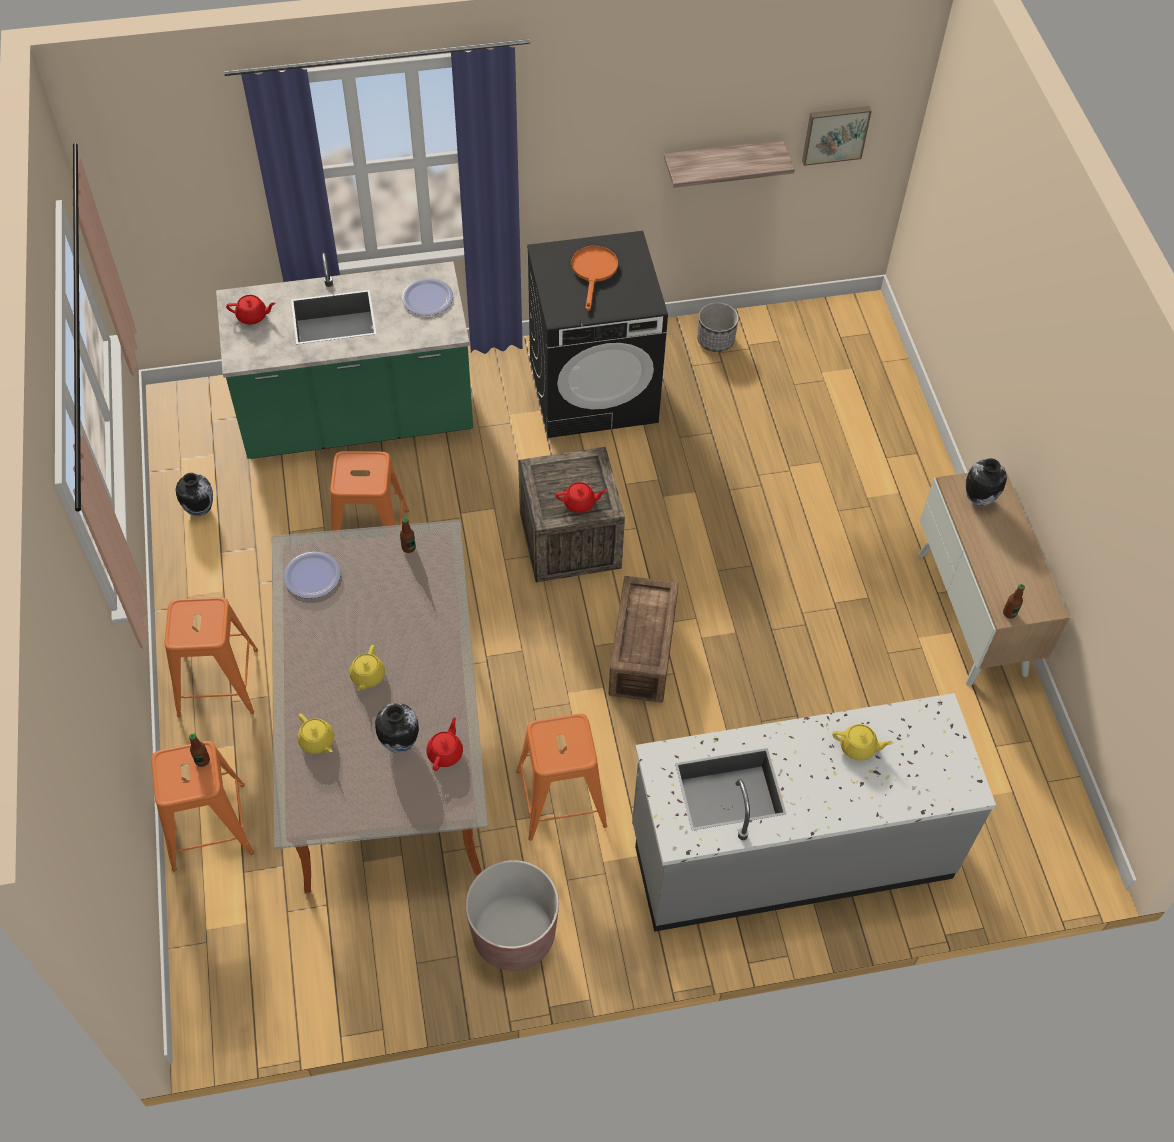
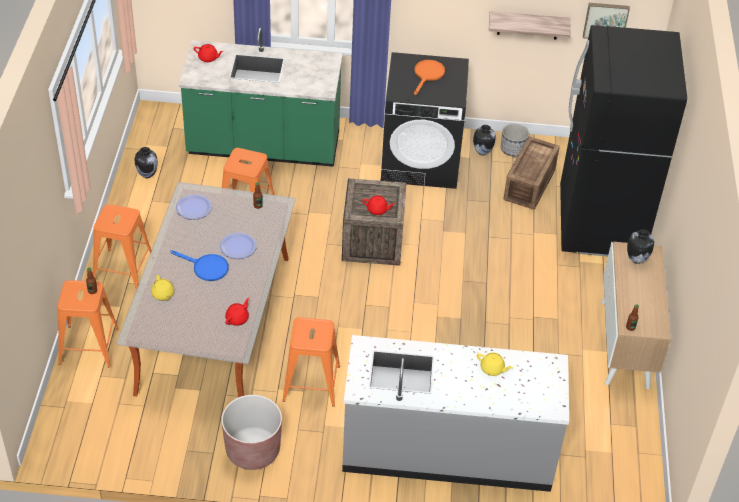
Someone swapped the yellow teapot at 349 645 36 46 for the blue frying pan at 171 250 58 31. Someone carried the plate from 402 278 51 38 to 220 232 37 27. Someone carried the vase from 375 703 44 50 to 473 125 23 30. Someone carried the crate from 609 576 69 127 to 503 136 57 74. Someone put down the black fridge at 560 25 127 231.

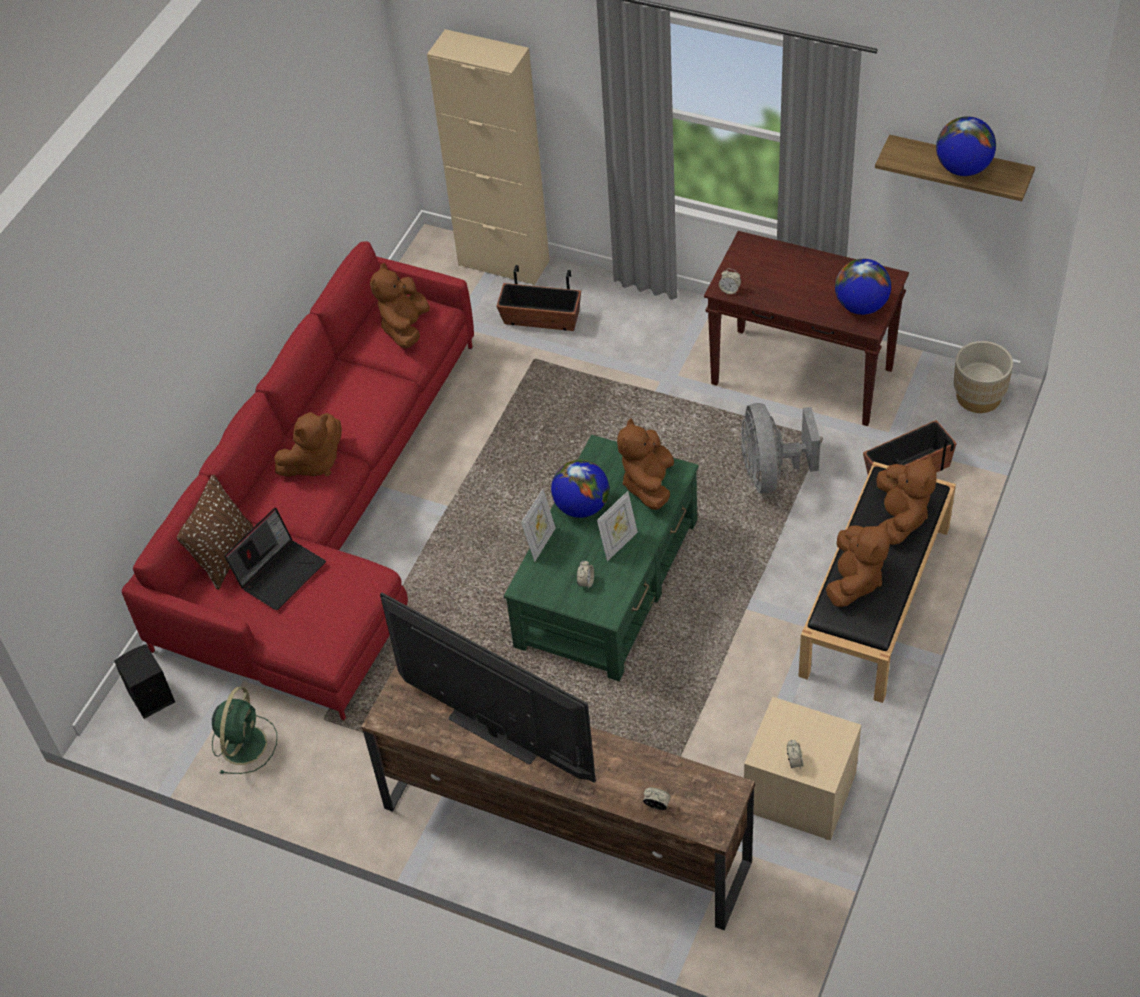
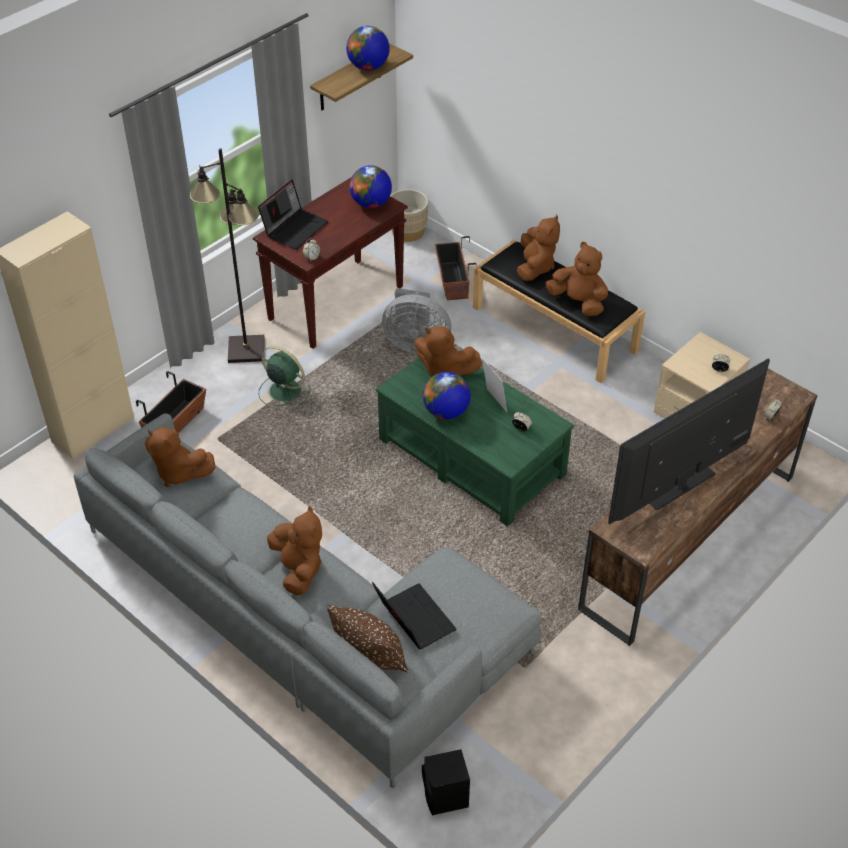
Someone repainted the red sofa at 122 241 352 479, which became the grey sofa at 74 413 467 375. Someone put down the black floor lamp at 190 148 75 215. Someone put down the laptop at 258 180 70 69. Someone carried the green fan from 212 687 65 87 to 259 346 52 60. Someone rotated the brown plush toy at 877 454 59 91 by 75 degrees clockwise. Someone took away the picture frame at 521 489 35 73.

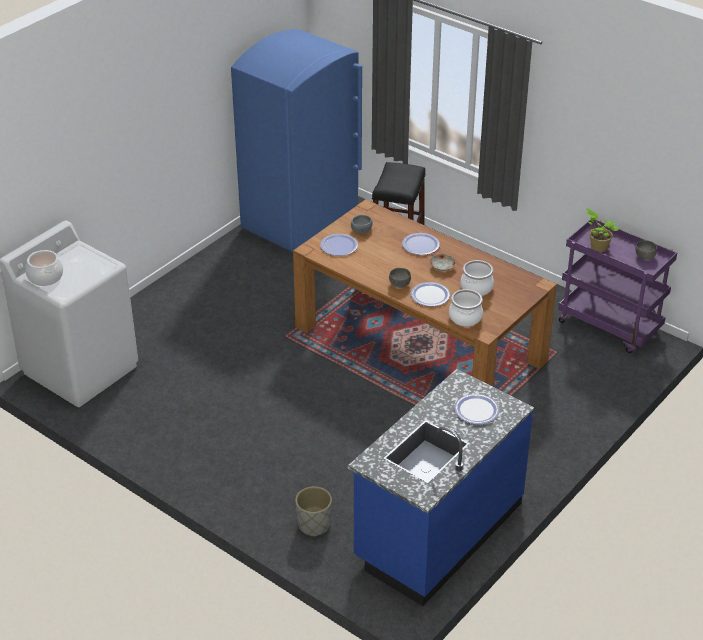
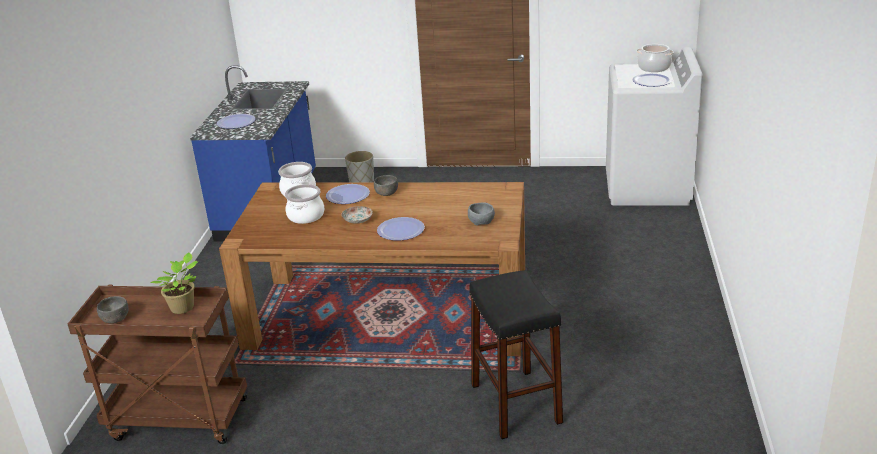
Someone repainted the purple cart at 558 219 119 134, which became the brown cart at 68 285 179 159. Someone carried the plate from 320 234 38 22 to 633 73 39 14. Someone took away the blue fridge at 231 29 131 223.

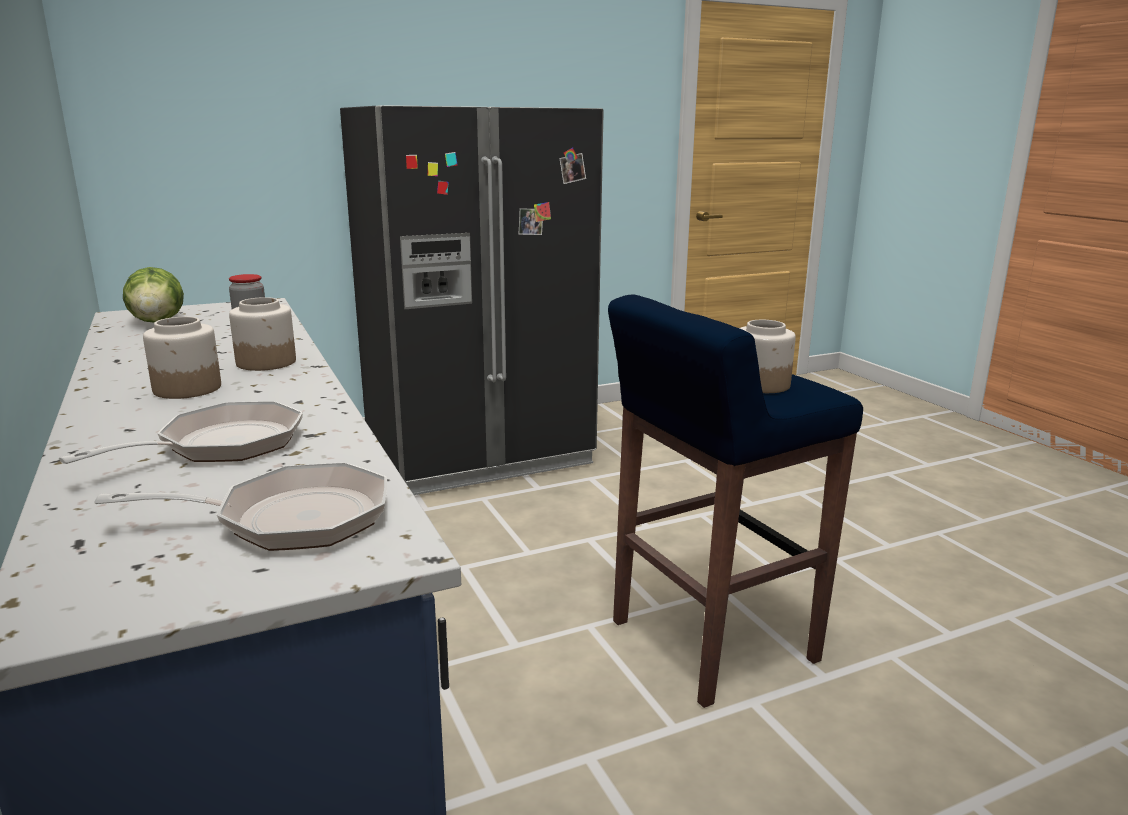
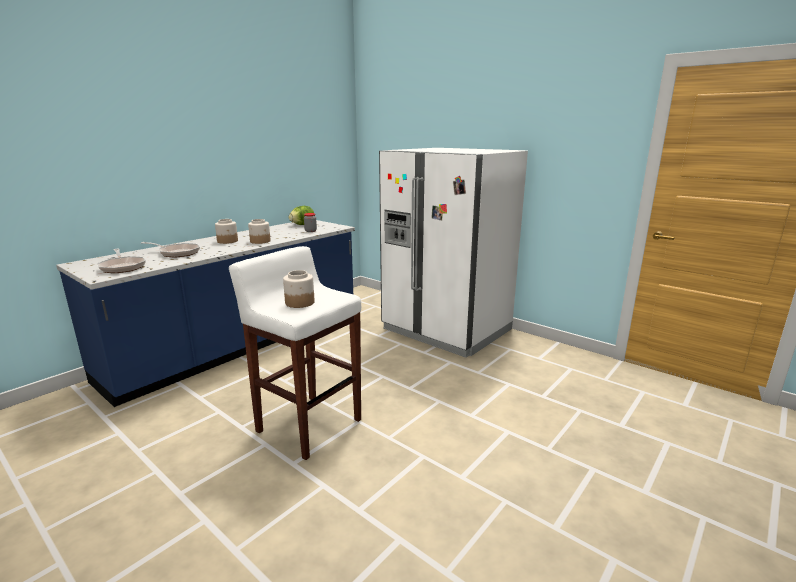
Someone repainted the blue stool at 608 295 255 413, which became the white stool at 229 246 132 214. Someone repainted the black fridge at 340 105 264 390, which became the white fridge at 379 148 149 210.

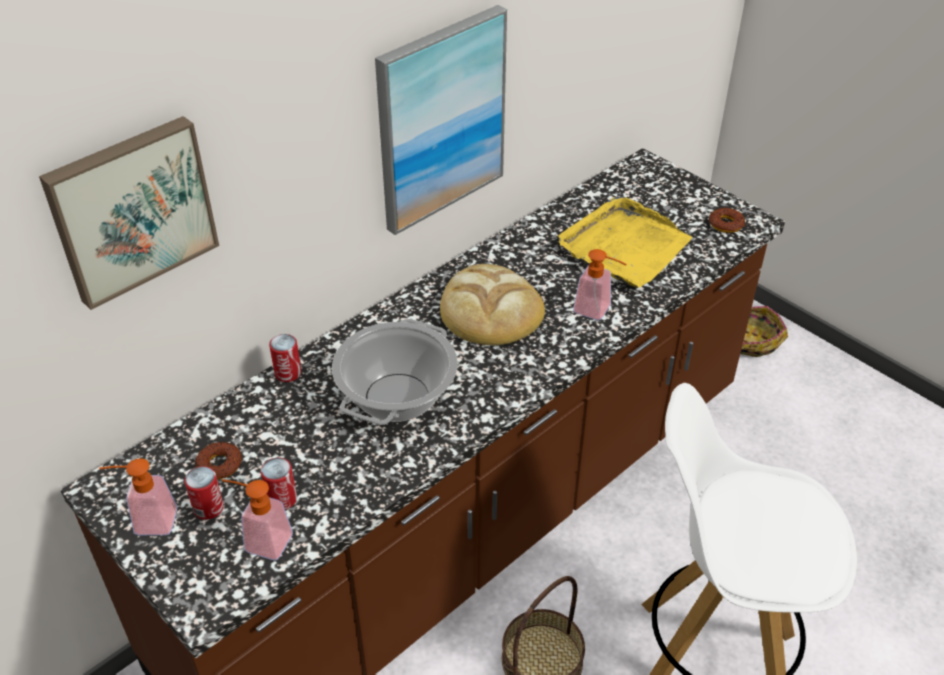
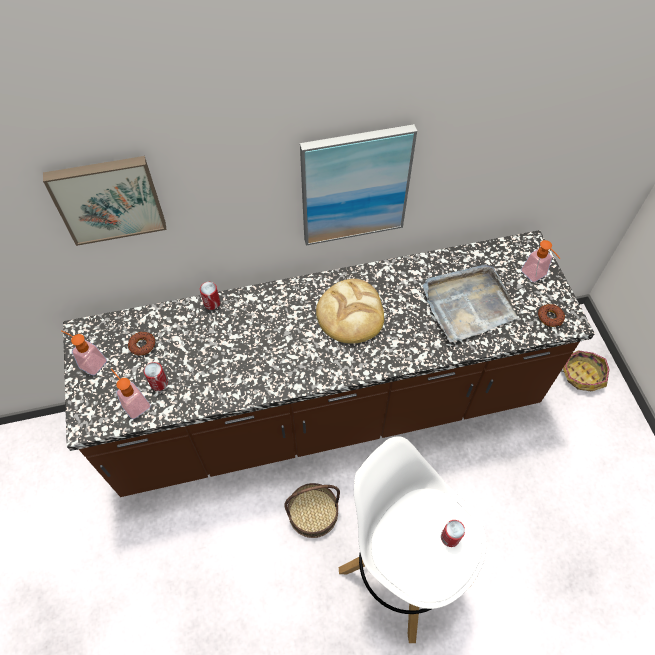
Someone repainted the yellow tray at 558 197 134 91, which became the grey tray at 423 265 95 77. Someone carried the can from 184 466 40 54 to 441 520 24 27. Someone carried the soap dispenser from 573 249 54 71 to 521 240 39 42. Someone took away the cooking pot at 332 319 126 106.

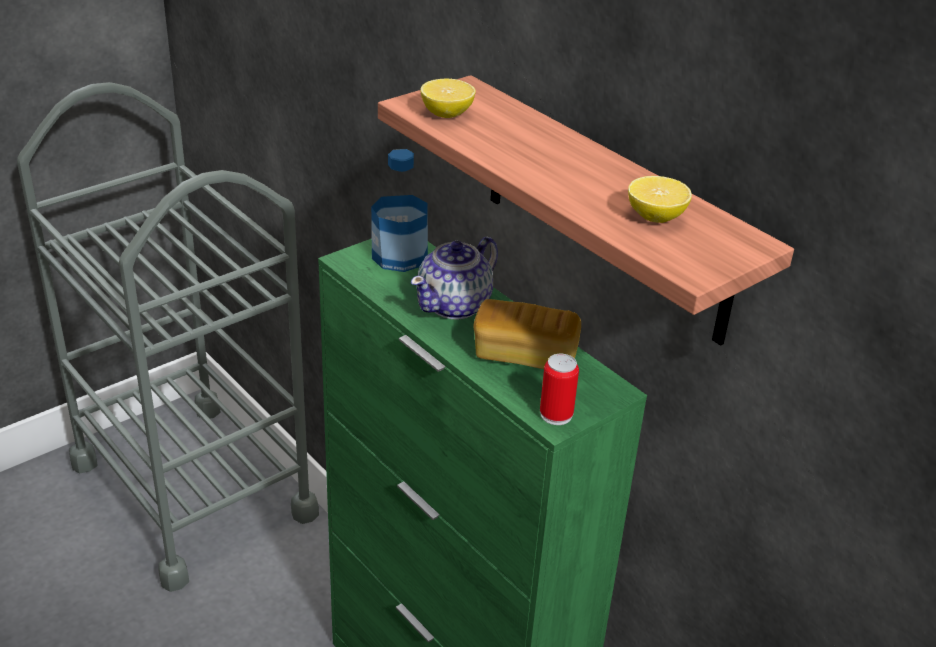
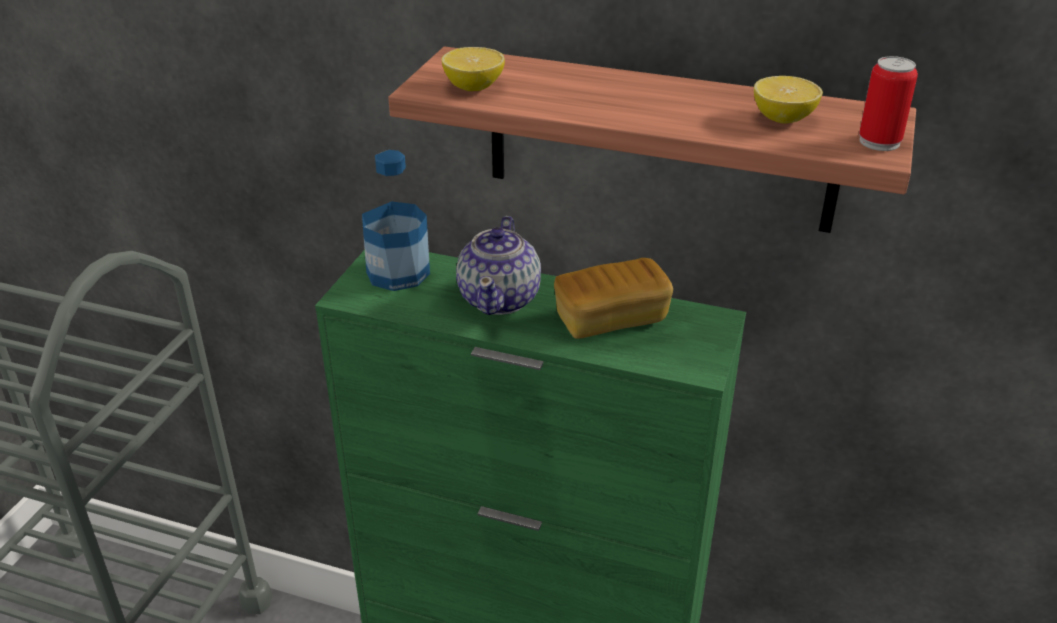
Someone carried the can from 540 354 39 71 to 859 56 59 95.

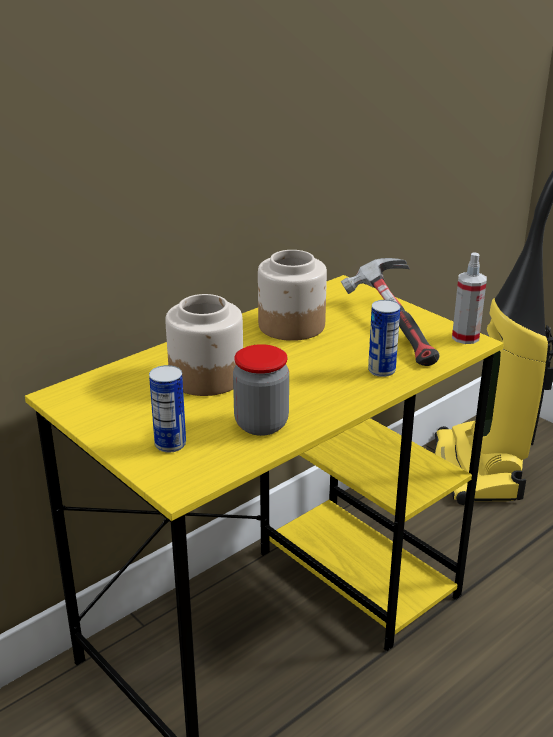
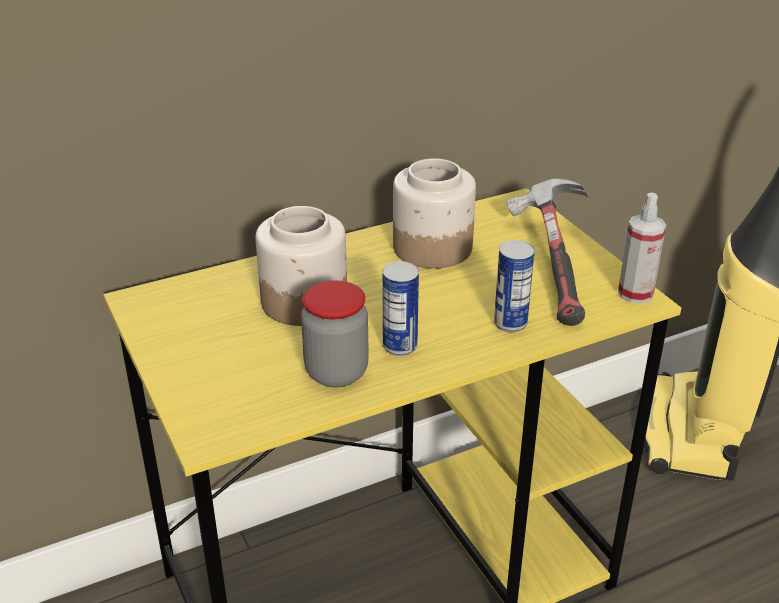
Someone carried the can from 149 365 37 87 to 383 261 36 95.

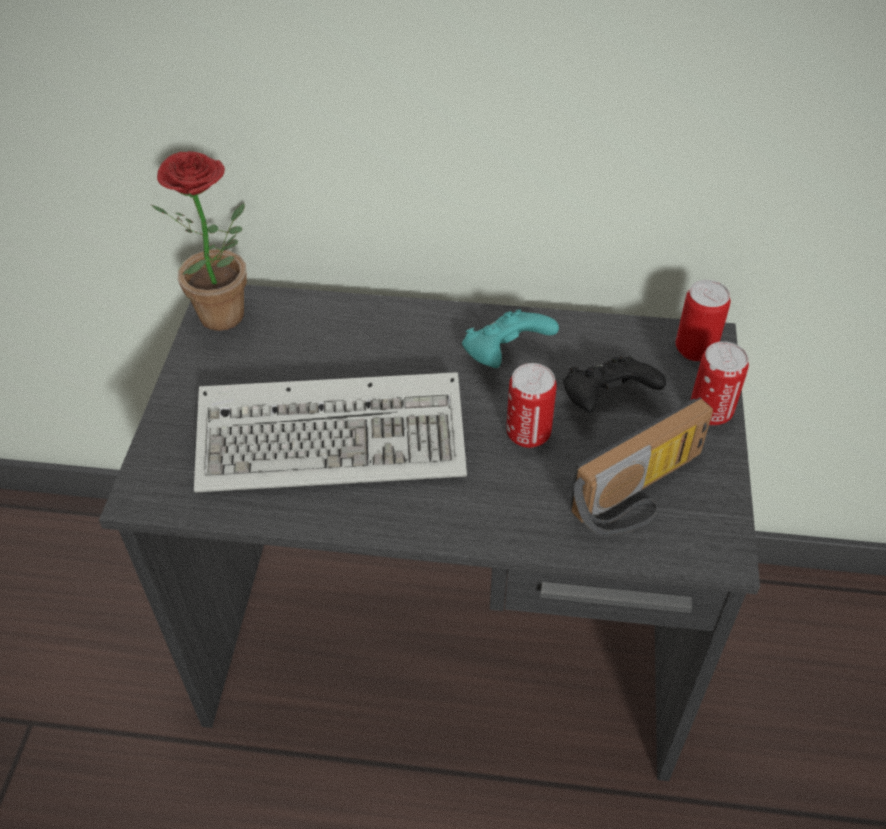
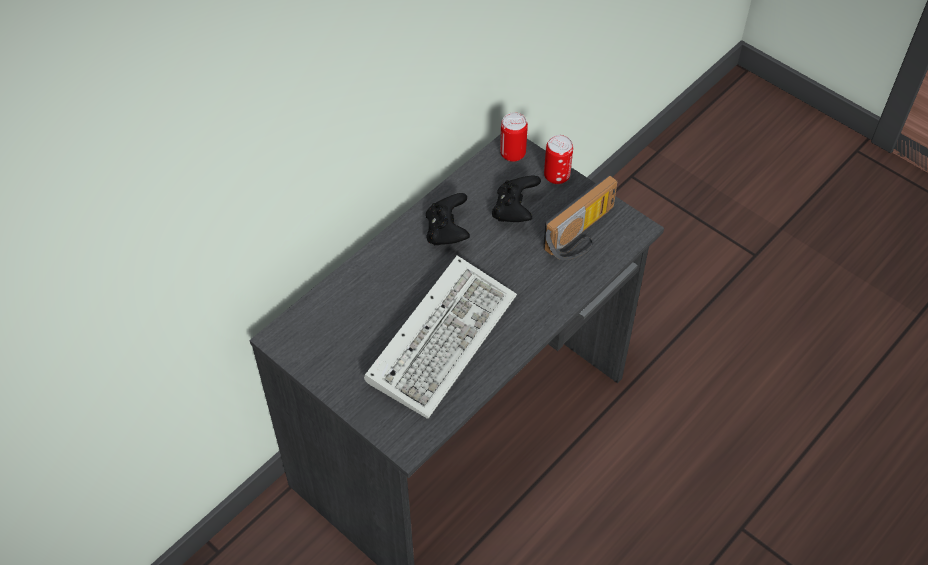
Someone repainted the turquoise game controller at 462 310 97 58, which became the black game controller at 426 193 44 52. Someone rotated the radio at 570 398 143 137 by 45 degrees clockwise. Someone took away the potted plant at 151 151 96 180. Someone took away the can at 506 363 51 85.

